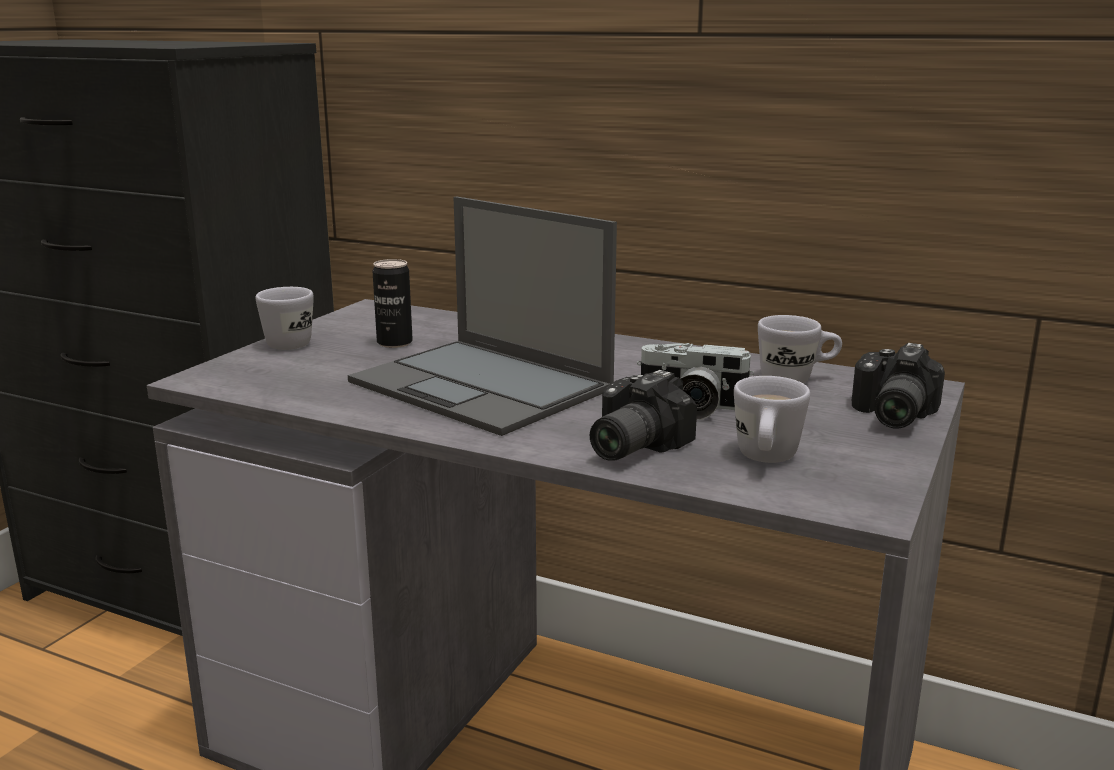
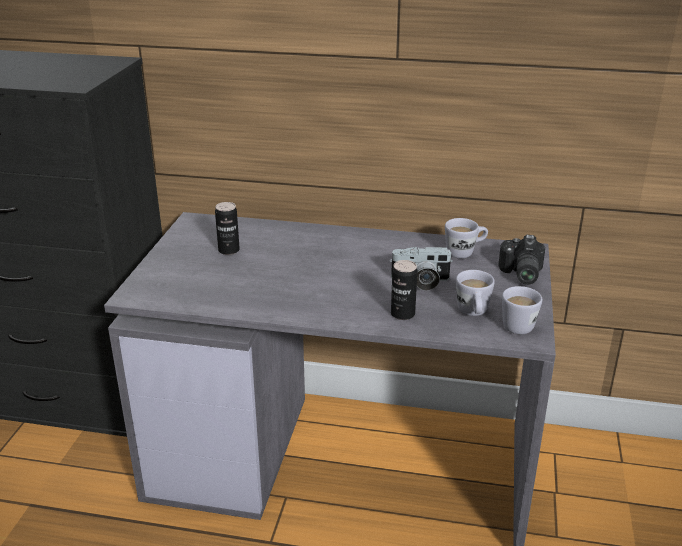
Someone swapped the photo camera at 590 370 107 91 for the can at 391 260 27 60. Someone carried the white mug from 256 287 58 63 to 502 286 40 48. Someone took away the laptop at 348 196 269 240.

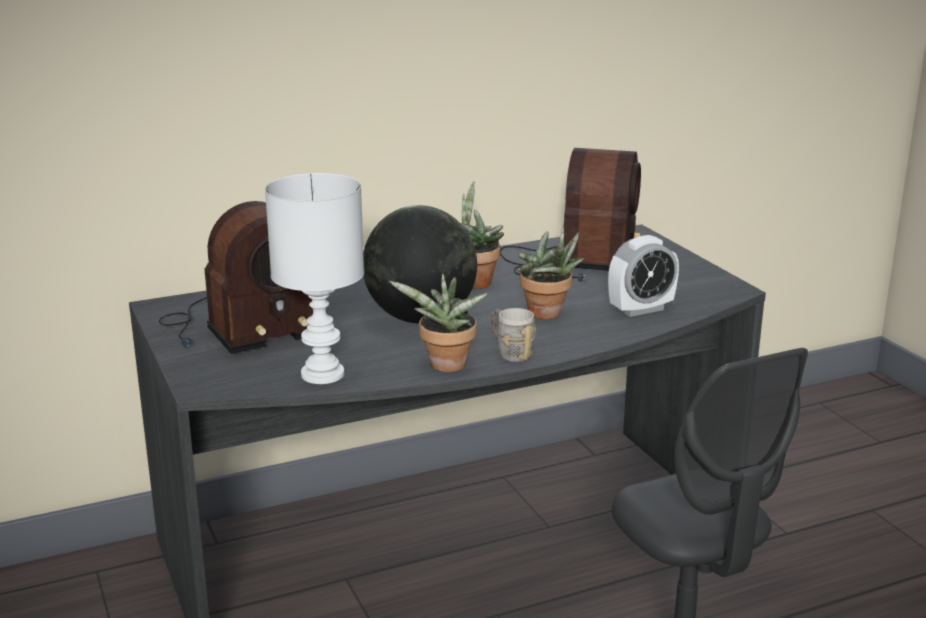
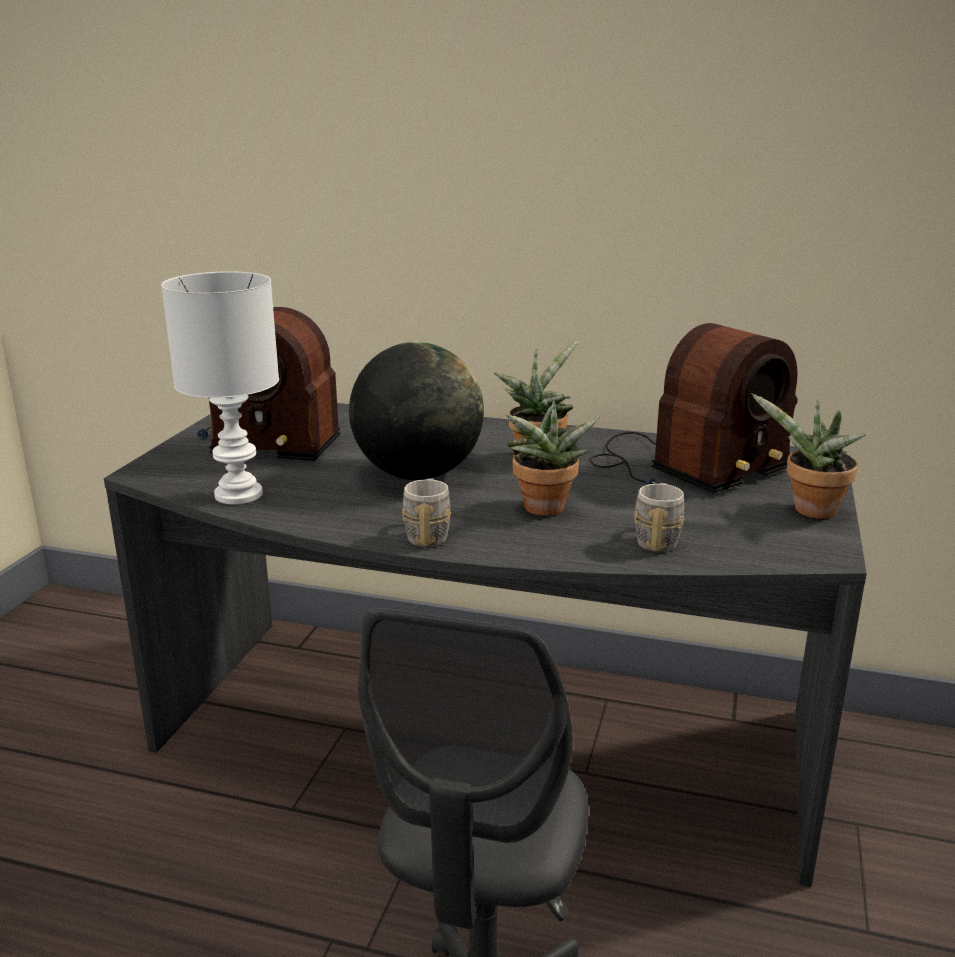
Someone swapped the alarm clock at 608 235 71 82 for the grey mug at 634 483 51 69. Someone carried the potted plant from 389 274 98 98 to 751 393 115 126.

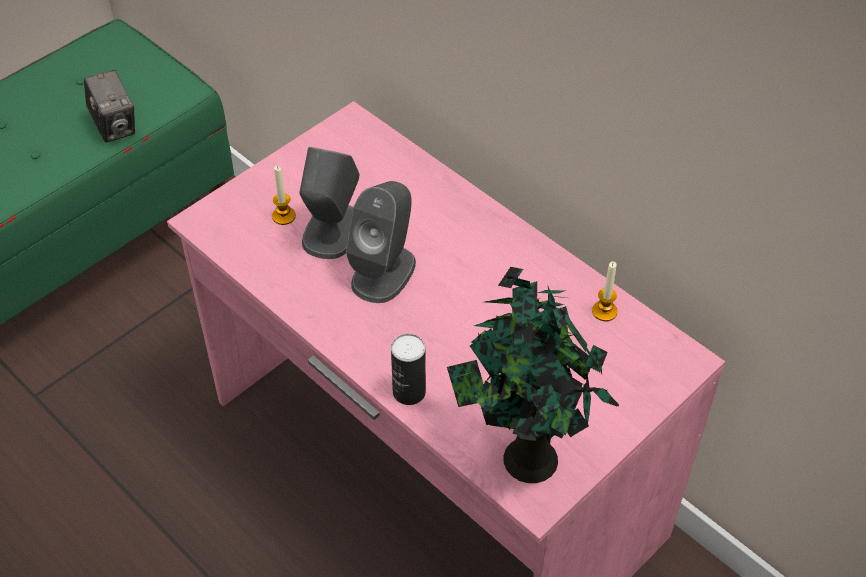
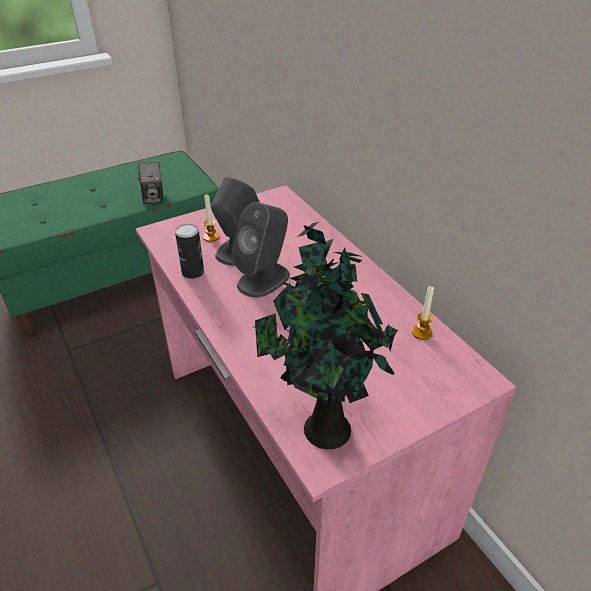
Someone carried the can from 391 334 35 71 to 175 224 29 55.

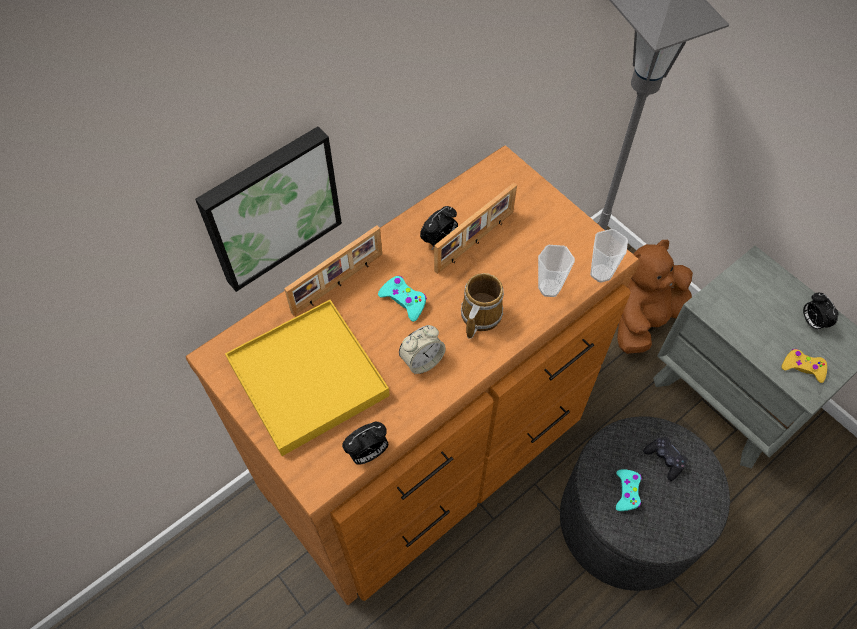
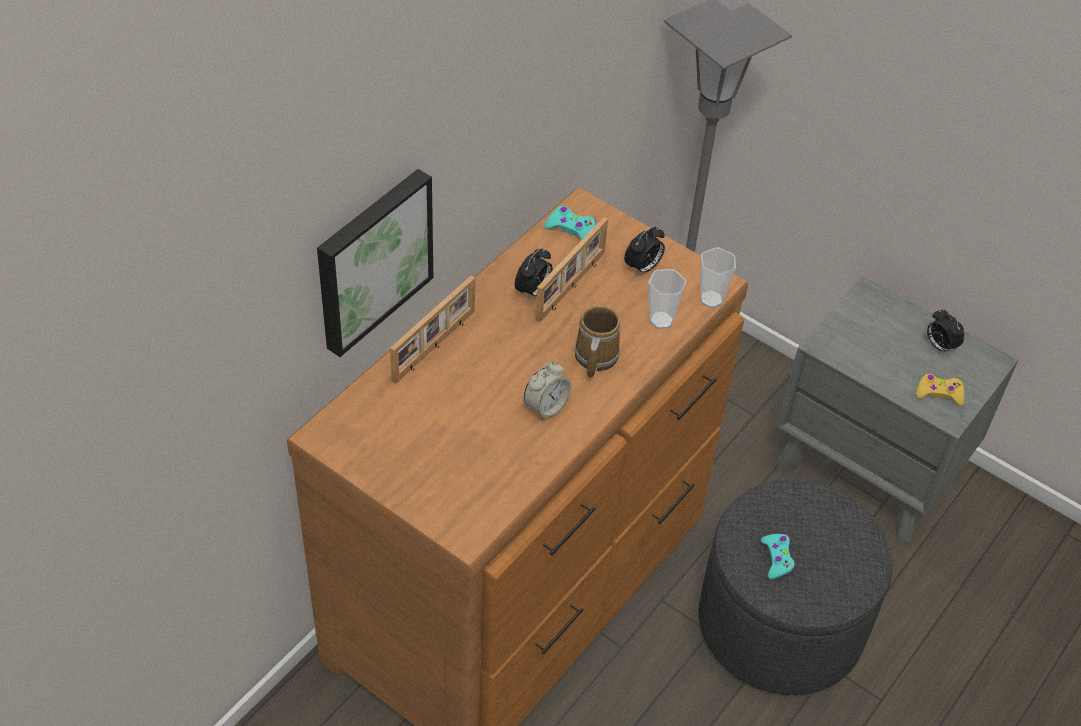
Someone carried the turquoise game controller from 378 276 49 46 to 545 206 51 34. Someone carried the alarm clock from 342 422 47 43 to 624 226 41 49. Someone took away the yellow tray at 225 300 165 156. Someone took away the brown plush toy at 617 240 76 114. Someone took away the black game controller at 643 437 45 44.

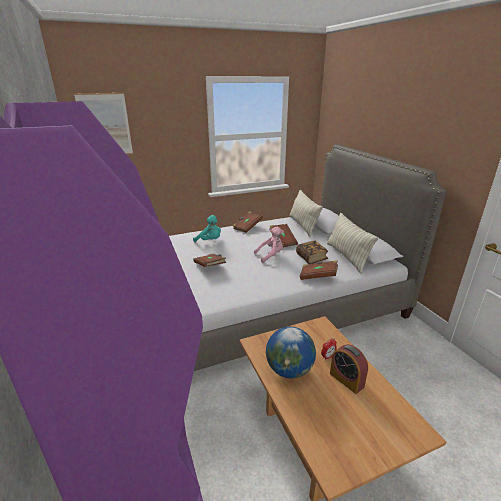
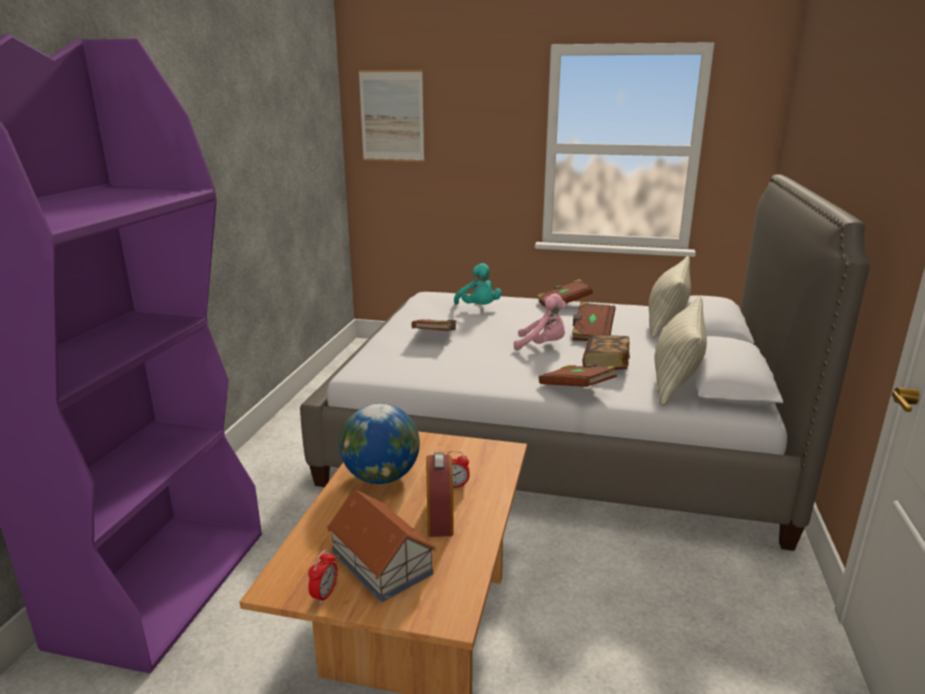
Someone put down the alarm clock at 308 550 30 55. Someone put down the toy house at 327 489 109 113.

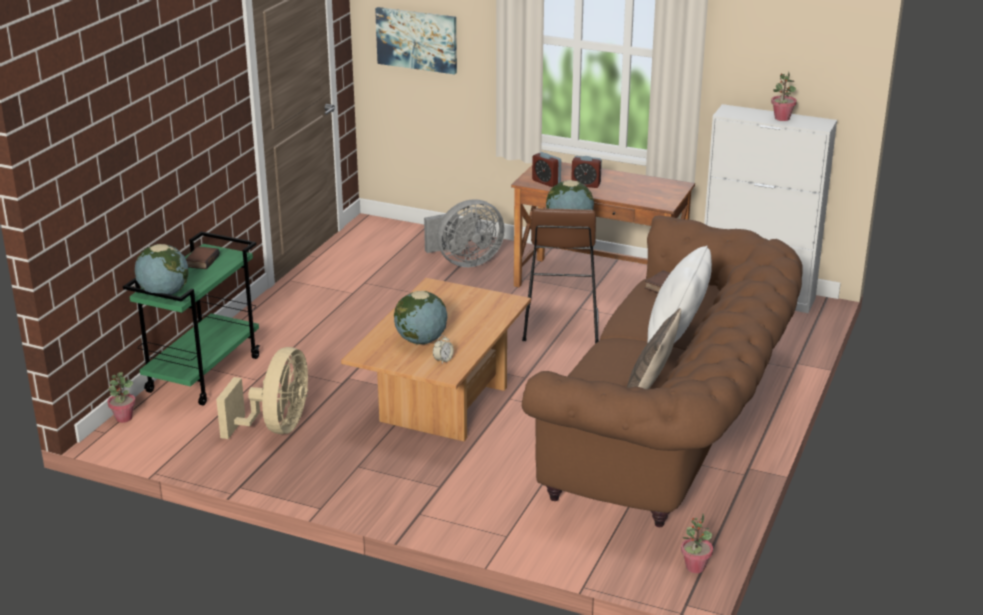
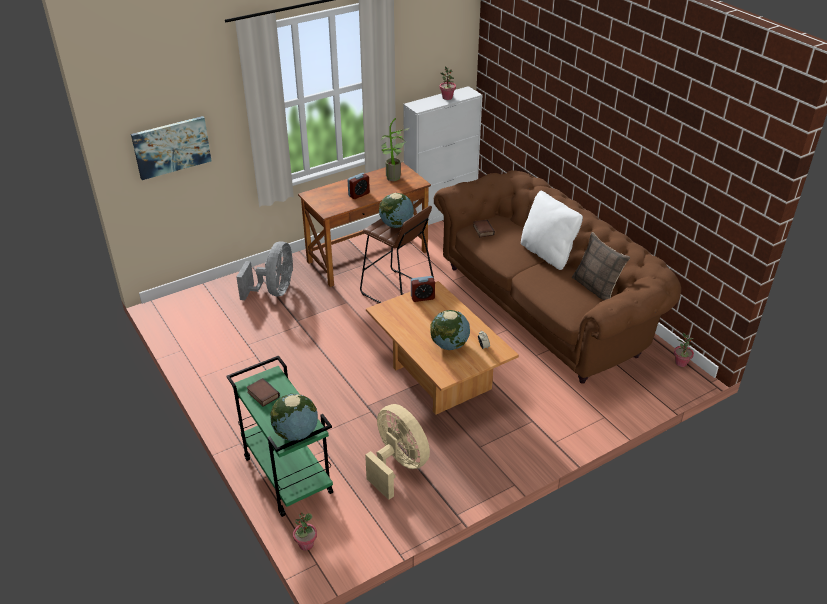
Someone put down the potted plant at 381 118 28 63. Someone carried the alarm clock from 532 152 29 35 to 411 276 24 26.

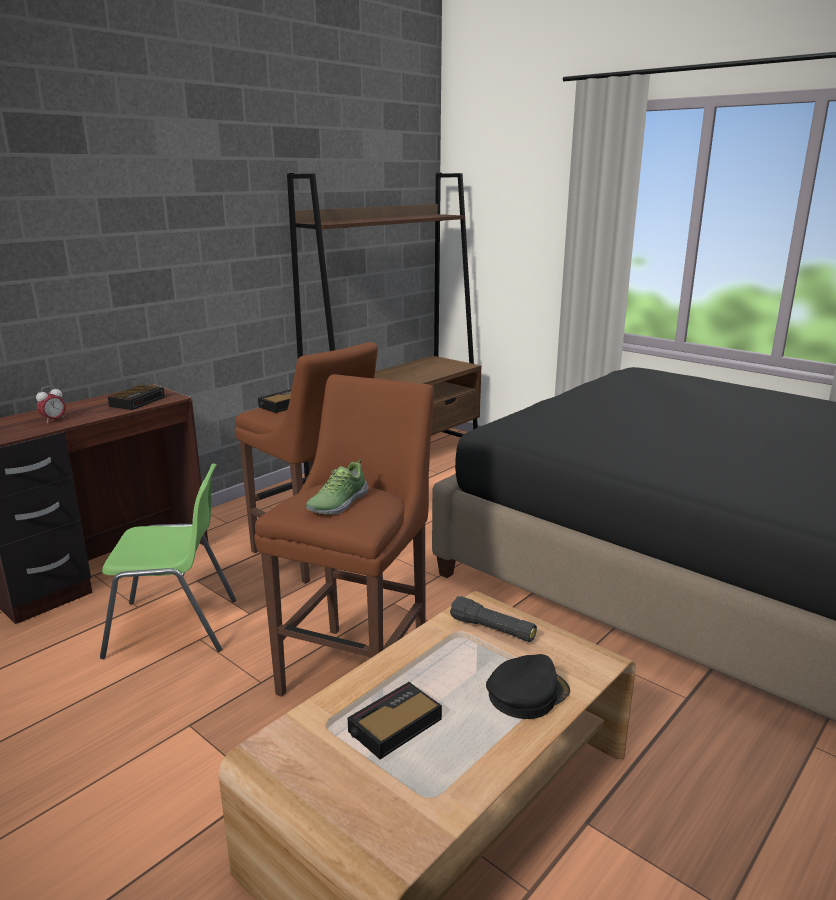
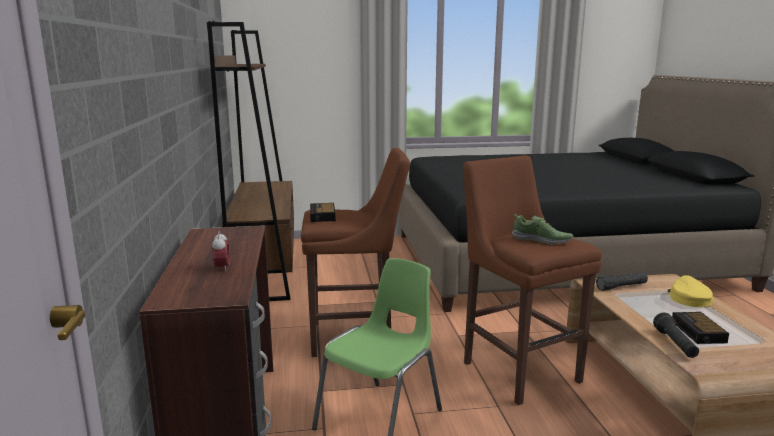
Someone rotated the shoe at 306 460 62 55 by 45 degrees counterclockwise. Someone put down the black flashlight at 653 313 46 45. Someone repainted the black cap at 486 654 84 65, which became the yellow cap at 668 275 45 32. Someone took away the alarm clock at 108 385 57 25.

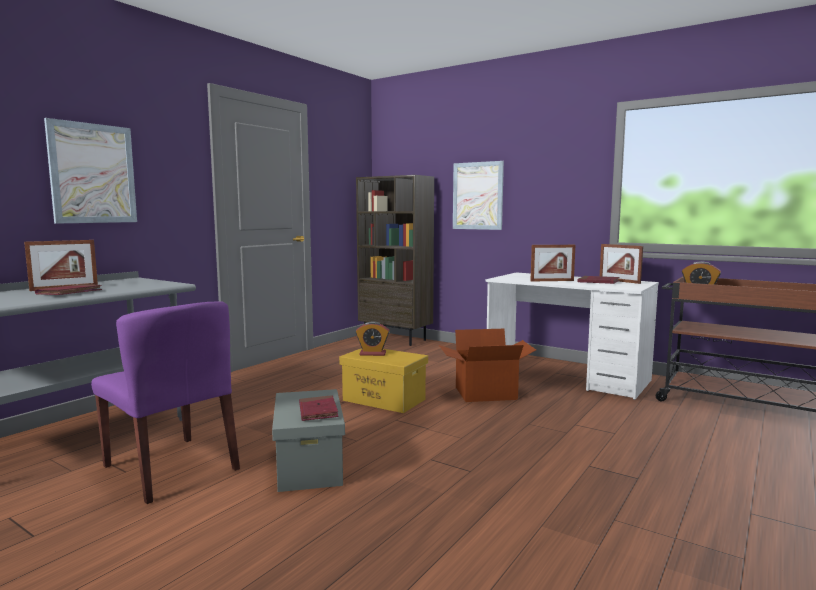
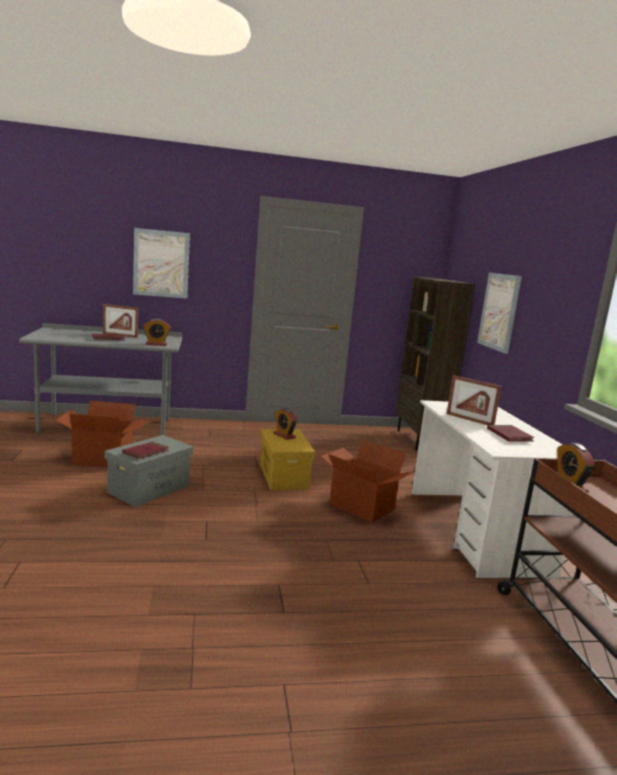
Someone swapped the purple chair at 91 301 149 203 for the cardboard box at 56 401 92 66. Someone put down the alarm clock at 143 319 28 27. Someone took away the picture frame at 600 244 43 40.

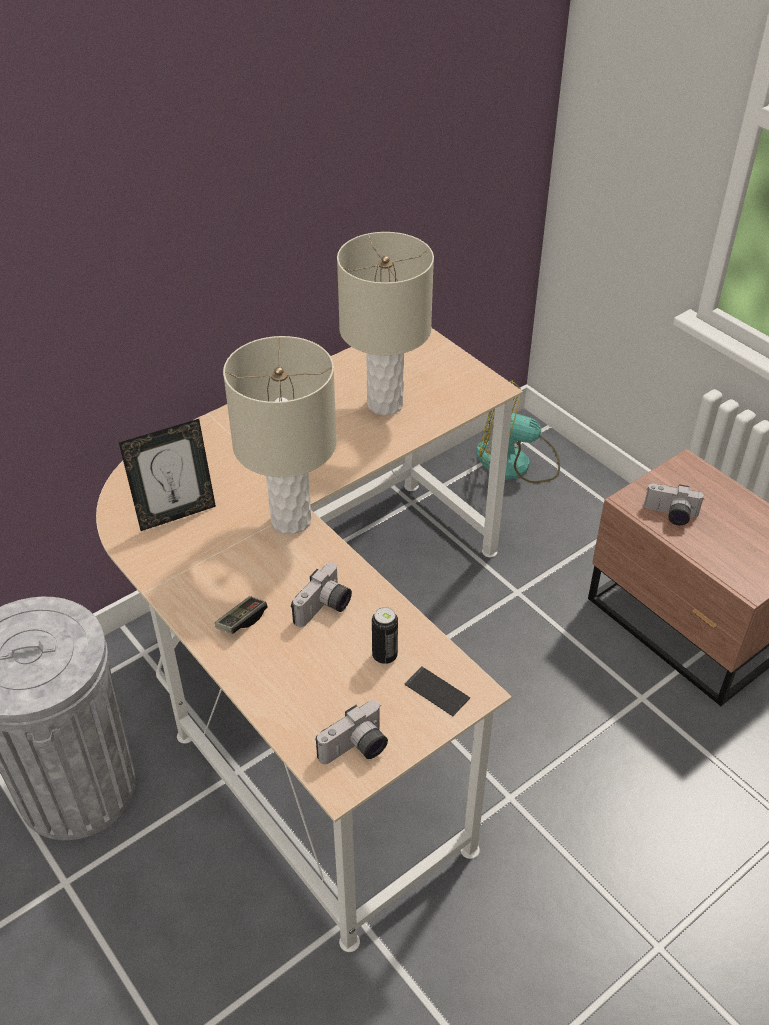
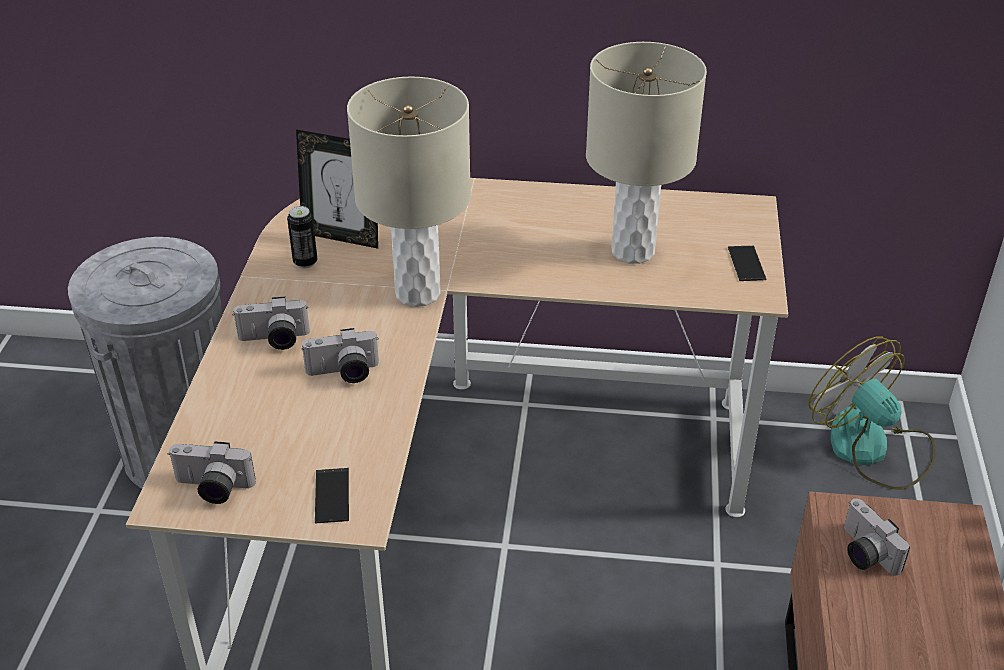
Someone swapped the game controller at 215 596 52 38 for the photo camera at 233 297 77 53. Someone carried the can from 372 607 26 57 to 287 206 30 62. Someone put down the phone at 728 245 38 36.

